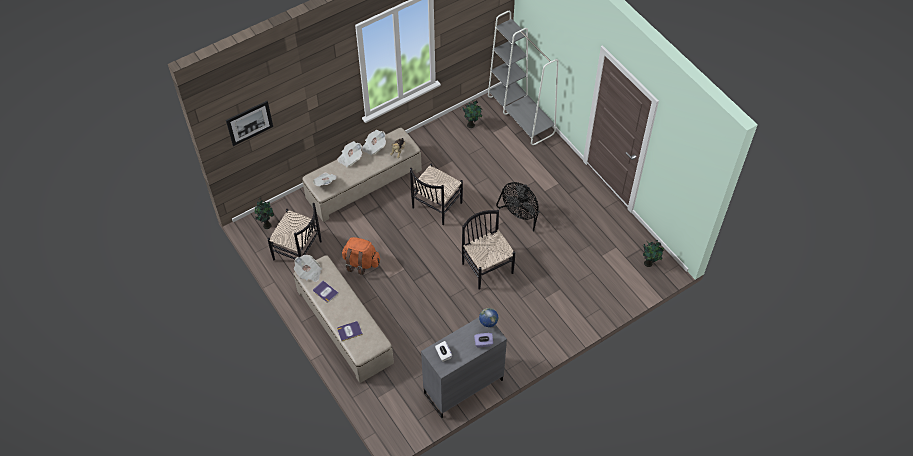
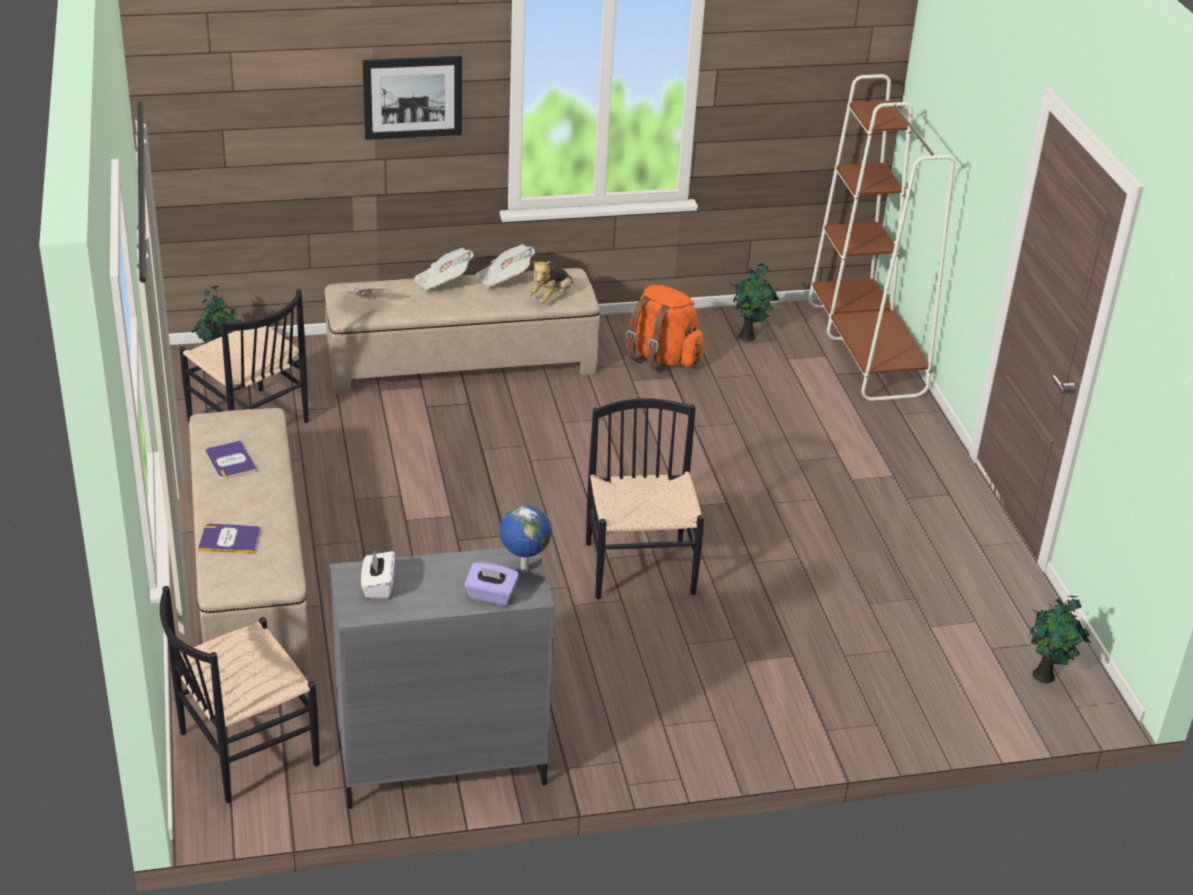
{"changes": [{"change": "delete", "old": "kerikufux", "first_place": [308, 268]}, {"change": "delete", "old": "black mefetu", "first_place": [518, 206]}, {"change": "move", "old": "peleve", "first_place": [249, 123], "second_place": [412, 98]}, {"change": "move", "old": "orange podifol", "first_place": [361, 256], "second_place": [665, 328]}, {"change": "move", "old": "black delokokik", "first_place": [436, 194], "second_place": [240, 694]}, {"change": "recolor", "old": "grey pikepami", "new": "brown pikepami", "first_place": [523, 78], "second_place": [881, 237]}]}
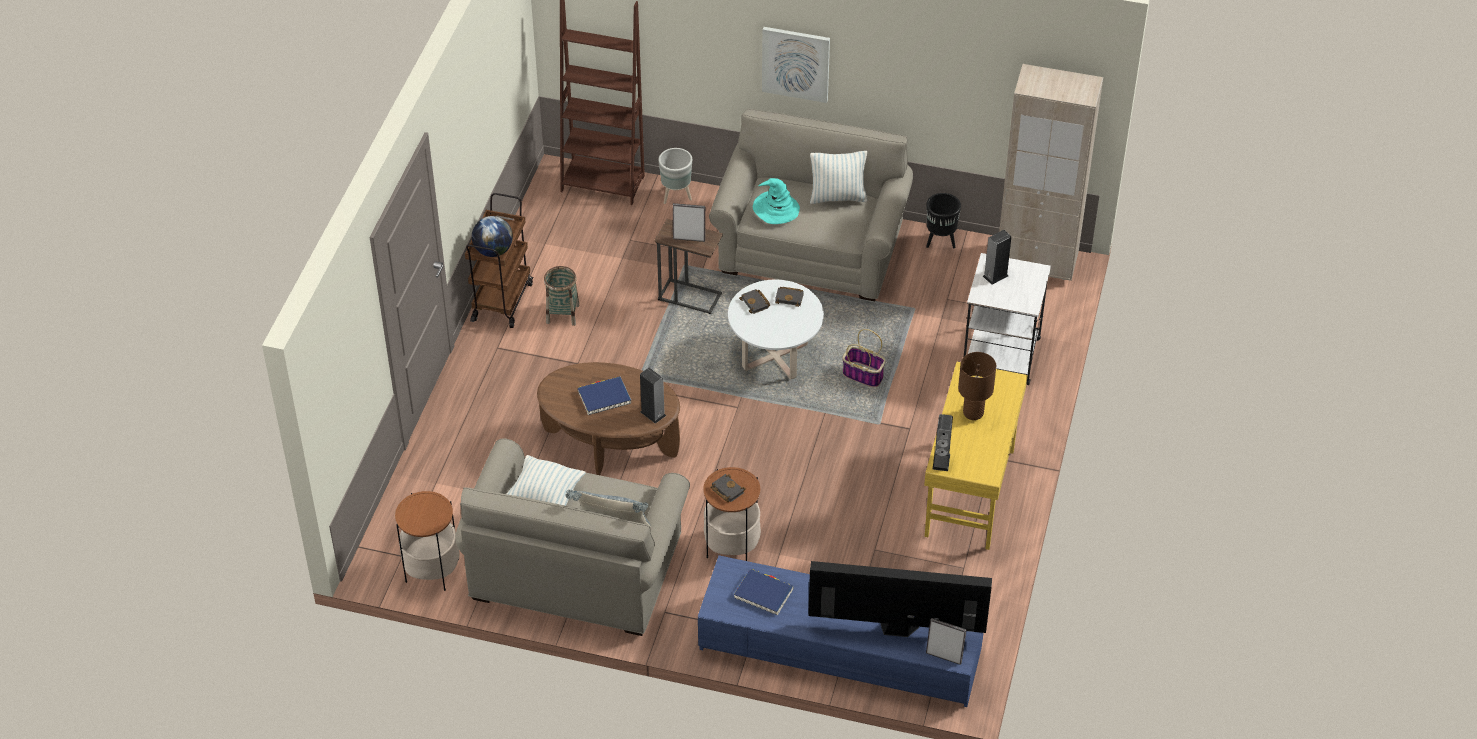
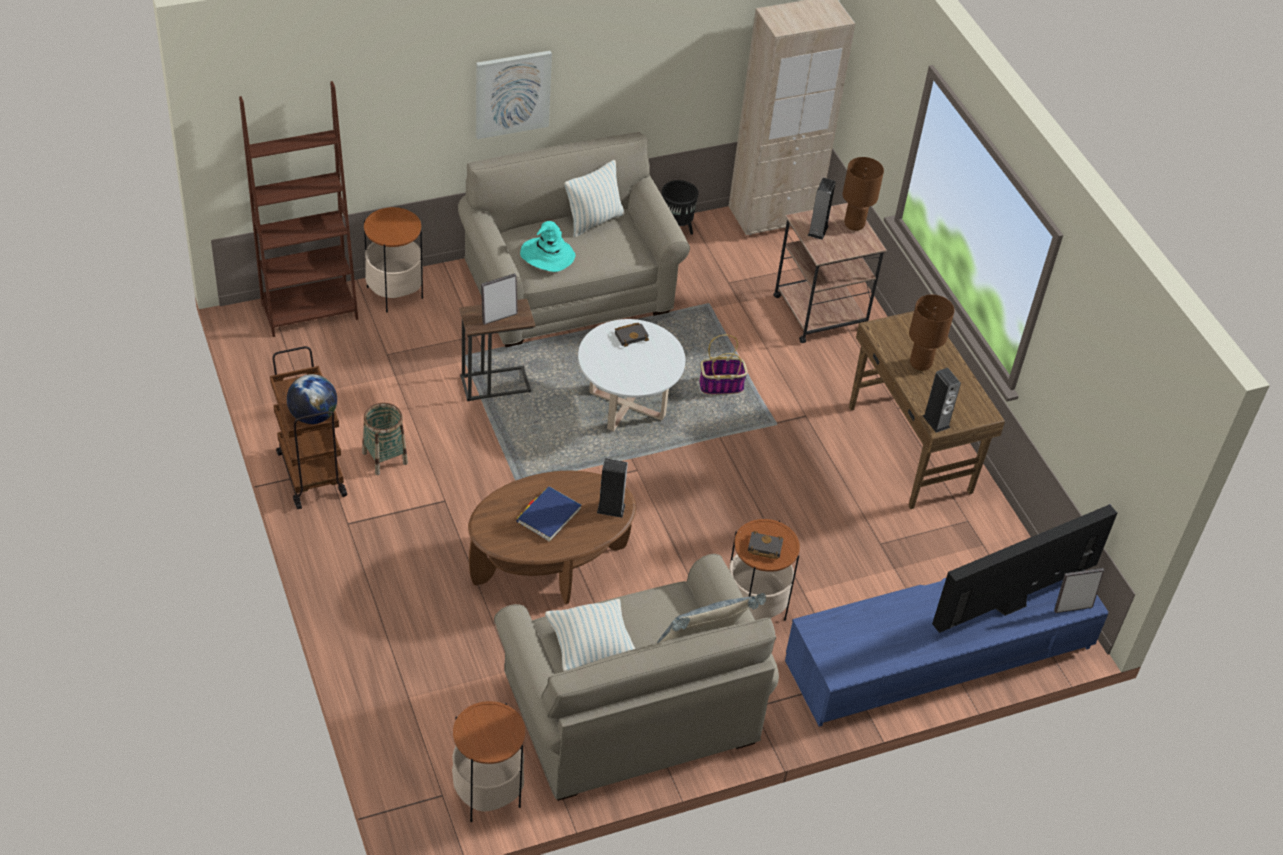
{"changes": [{"change": "delete", "old": "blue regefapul", "first_place": [764, 592]}, {"change": "delete", "old": "black regefapul", "first_place": [755, 301]}, {"change": "insert", "new": "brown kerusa", "second_place": [863, 194]}, {"change": "replace", "old": "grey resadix", "new": "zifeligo", "first_place": [675, 176], "second_place": [393, 259]}, {"change": "recolor", "old": "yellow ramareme", "new": "brown ramareme", "first_place": [976, 456], "second_place": [927, 410]}, {"change": "recolor", "old": "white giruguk", "new": "brown giruguk", "first_place": [1007, 319], "second_place": [830, 273]}]}
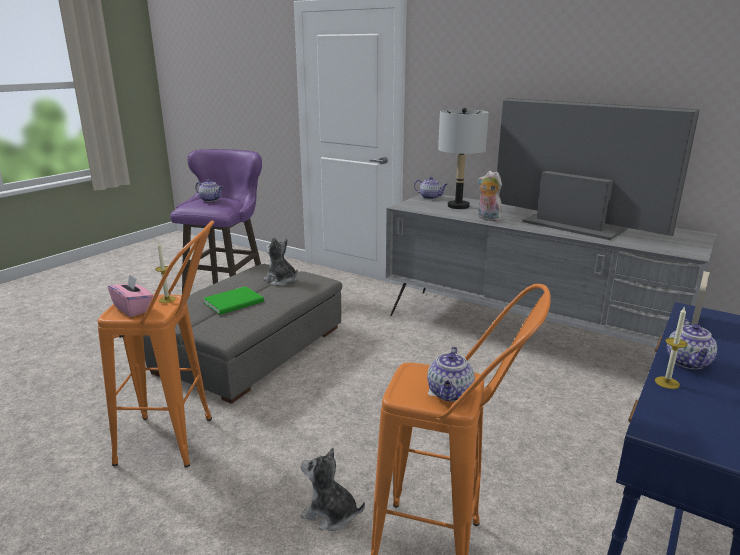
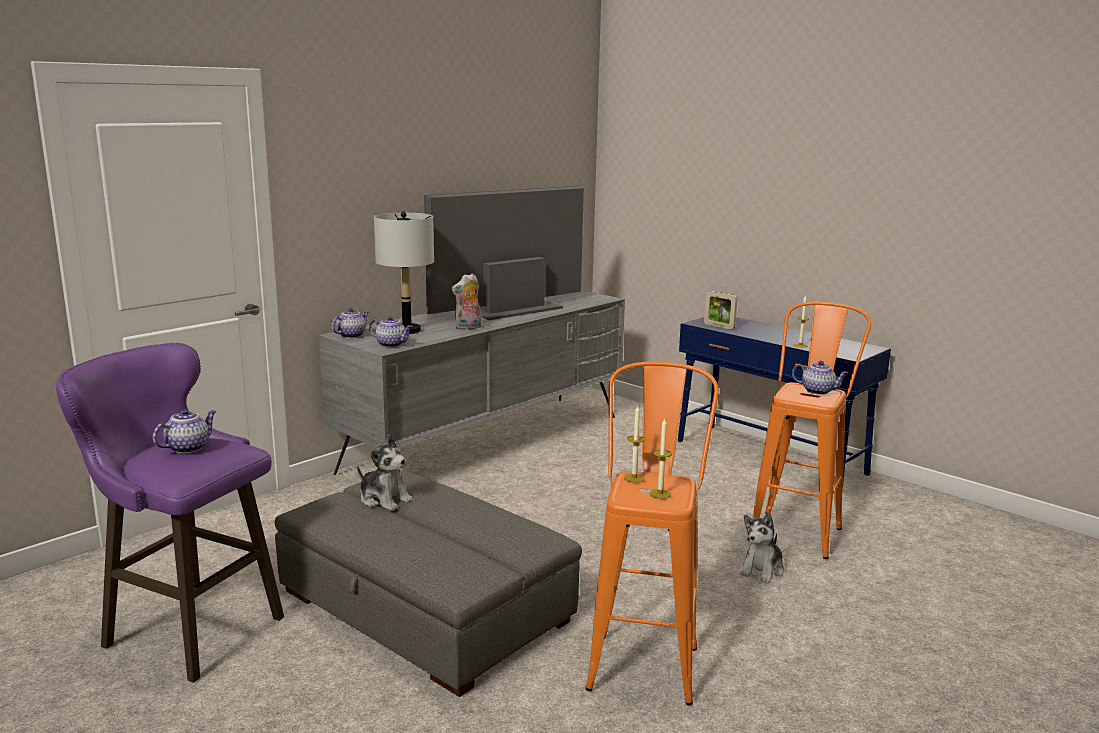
{"changes": [{"change": "delete", "old": "green regefapul", "first_place": [233, 300]}, {"change": "move", "old": "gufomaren", "first_place": [692, 344], "second_place": [390, 331]}, {"change": "replace", "old": "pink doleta", "new": "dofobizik", "first_place": [130, 295], "second_place": [660, 458]}, {"change": "rotate", "old": "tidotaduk", "first_place": [281, 261], "second_place": [385, 472], "degrees": -105}]}
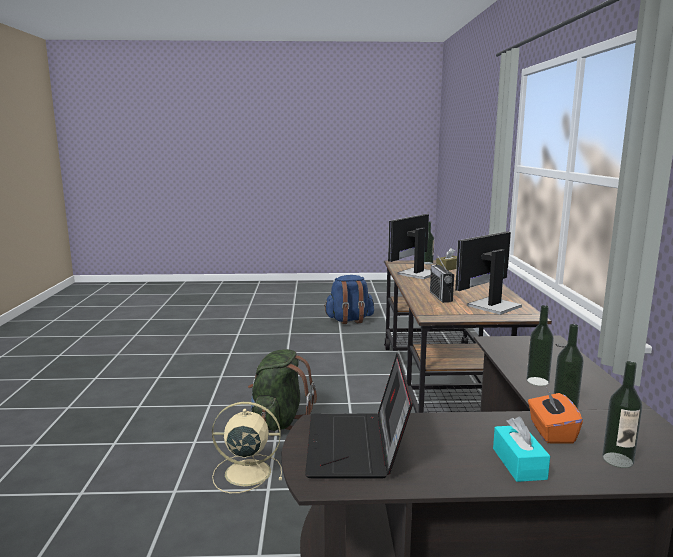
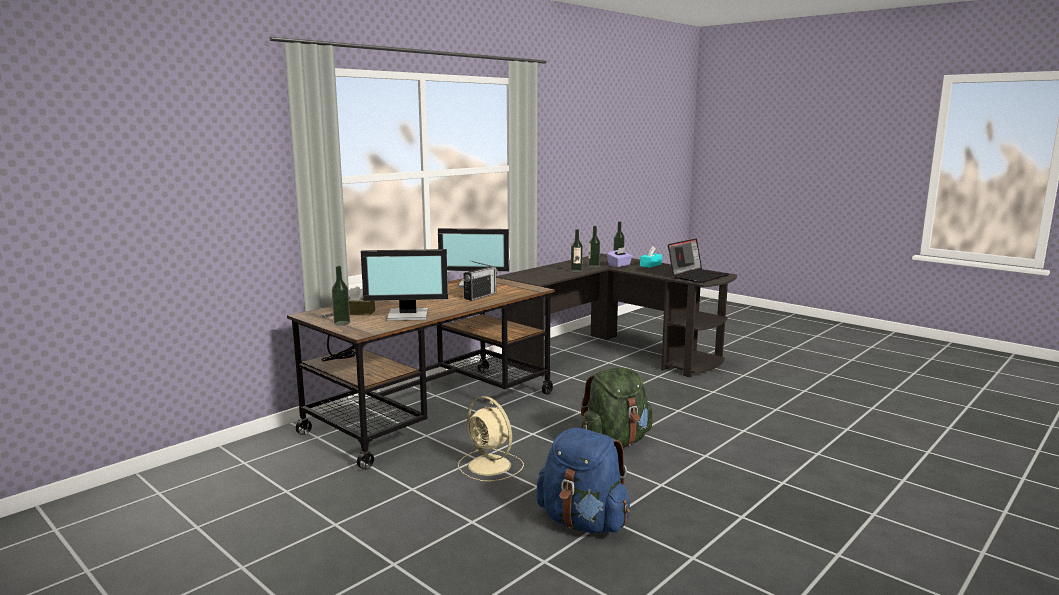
{"changes": [{"change": "move", "old": "beige mefetu", "first_place": [247, 447], "second_place": [491, 439]}, {"change": "move", "old": "blue podifol", "first_place": [349, 299], "second_place": [583, 480]}, {"change": "recolor", "old": "orange doleta", "new": "purple doleta", "first_place": [555, 415], "second_place": [620, 257]}]}
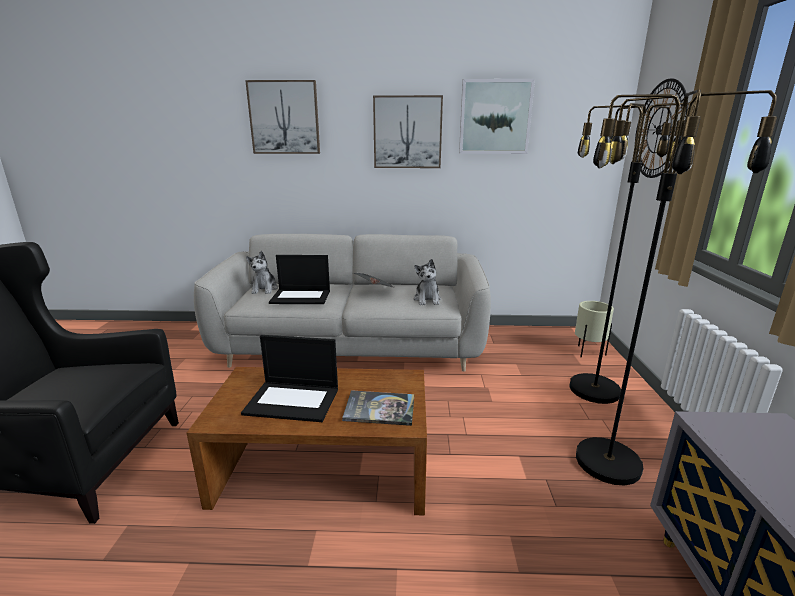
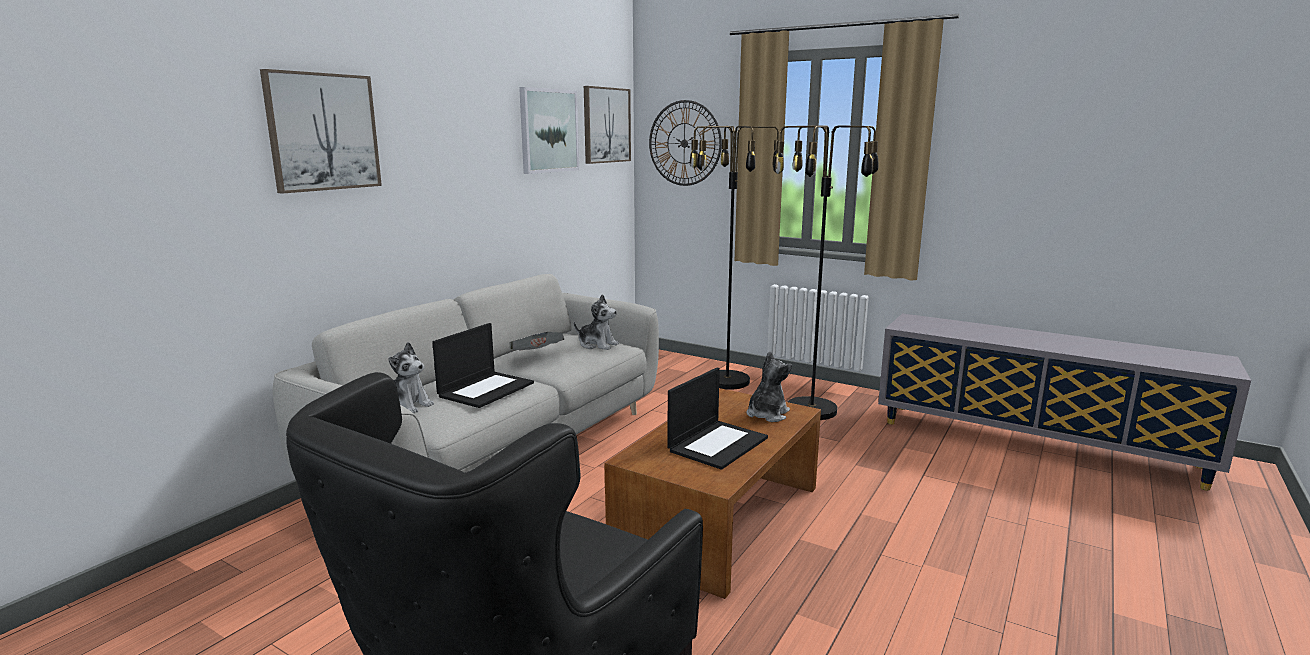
{"changes": [{"change": "delete", "old": "beige resadix", "first_place": [594, 329]}, {"change": "move", "old": "peleve", "first_place": [408, 131], "second_place": [607, 125]}, {"change": "replace", "old": "regefapul", "new": "tidotaduk", "first_place": [378, 408], "second_place": [769, 386]}]}
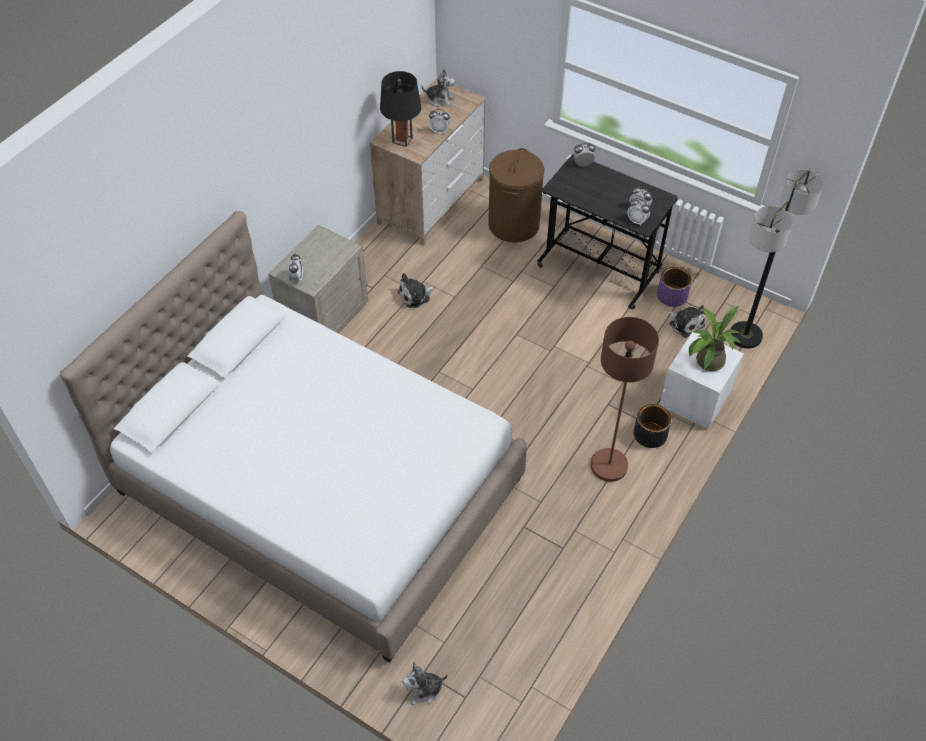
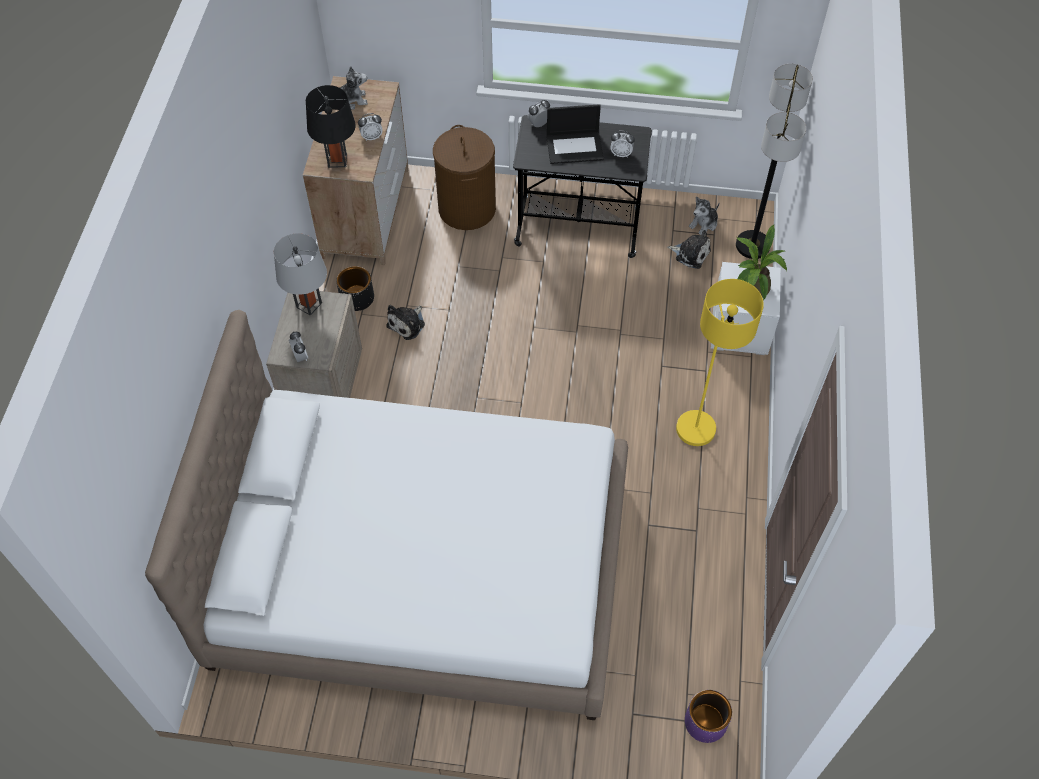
{"changes": [{"change": "delete", "old": "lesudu", "first_place": [638, 212]}, {"change": "insert", "new": "grey kerusa", "second_place": [300, 274]}, {"change": "insert", "new": "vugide", "second_place": [575, 134]}, {"change": "move", "old": "tidotaduk", "first_place": [425, 683], "second_place": [704, 216]}, {"change": "move", "old": "black resadix", "first_place": [652, 426], "second_place": [355, 288]}, {"change": "move", "old": "purple resadix", "first_place": [674, 287], "second_place": [708, 716]}, {"change": "recolor", "old": "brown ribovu", "new": "yellow ribovu", "first_place": [625, 399], "second_place": [720, 362]}]}
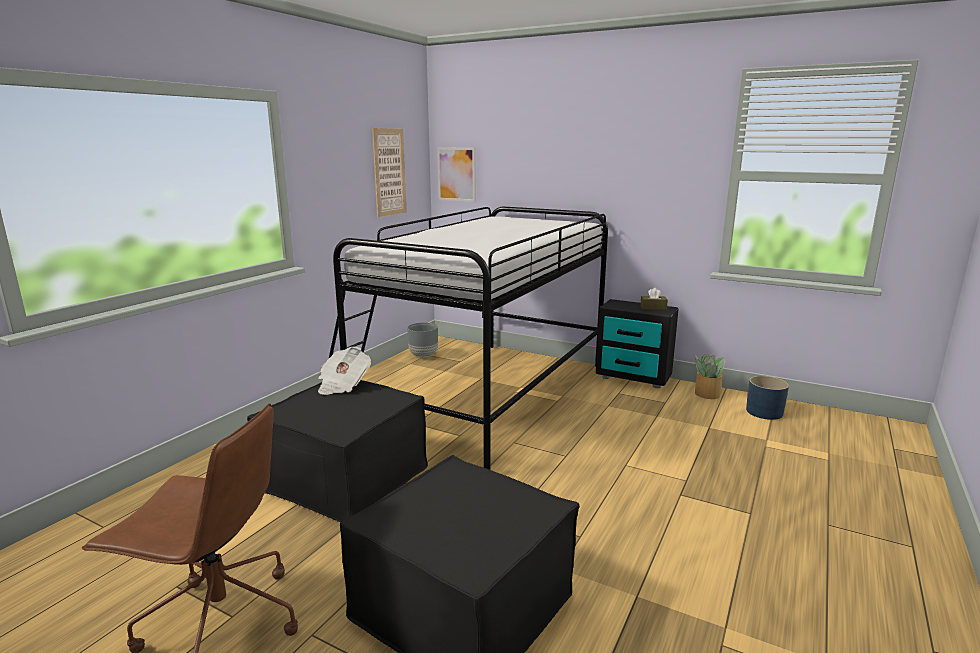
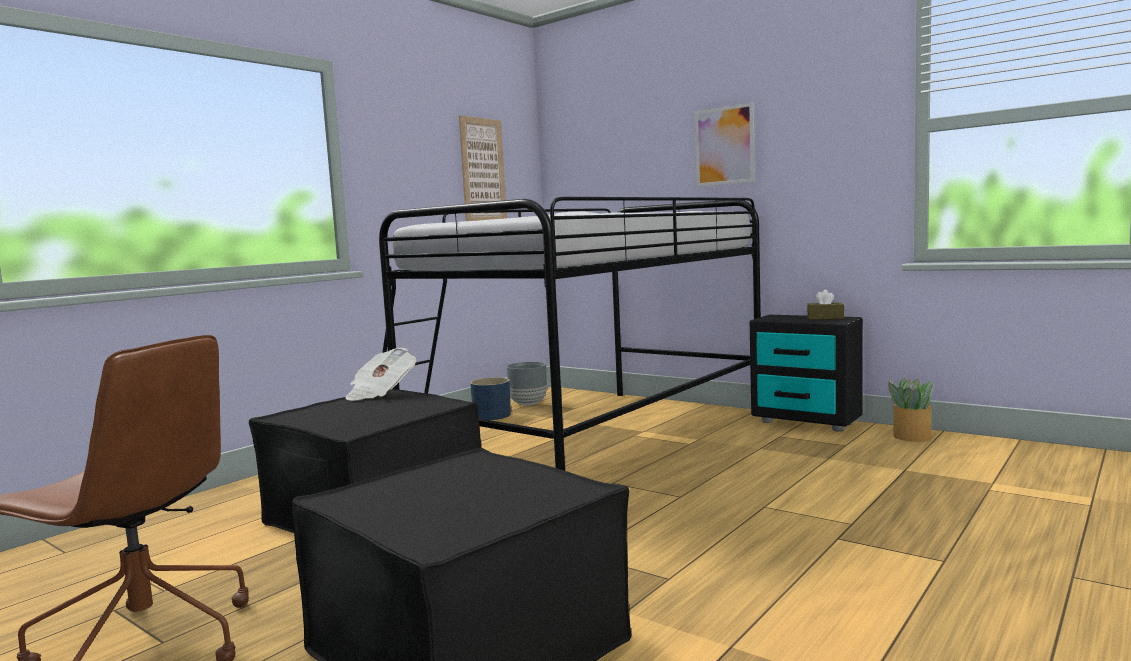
{"changes": [{"change": "move", "old": "peleve", "first_place": [456, 174], "second_place": [725, 144]}, {"change": "move", "old": "blue resadix", "first_place": [767, 398], "second_place": [490, 398]}]}
